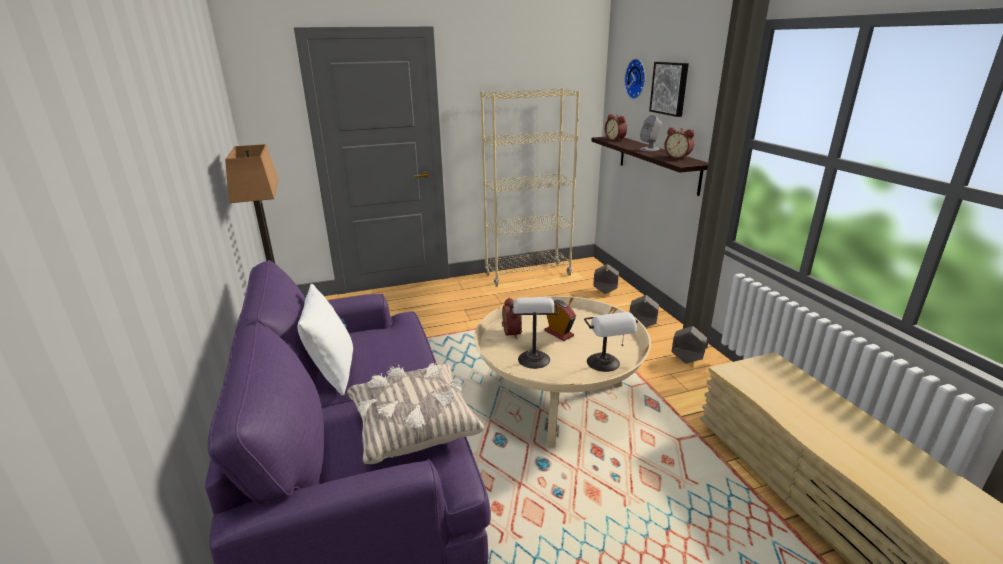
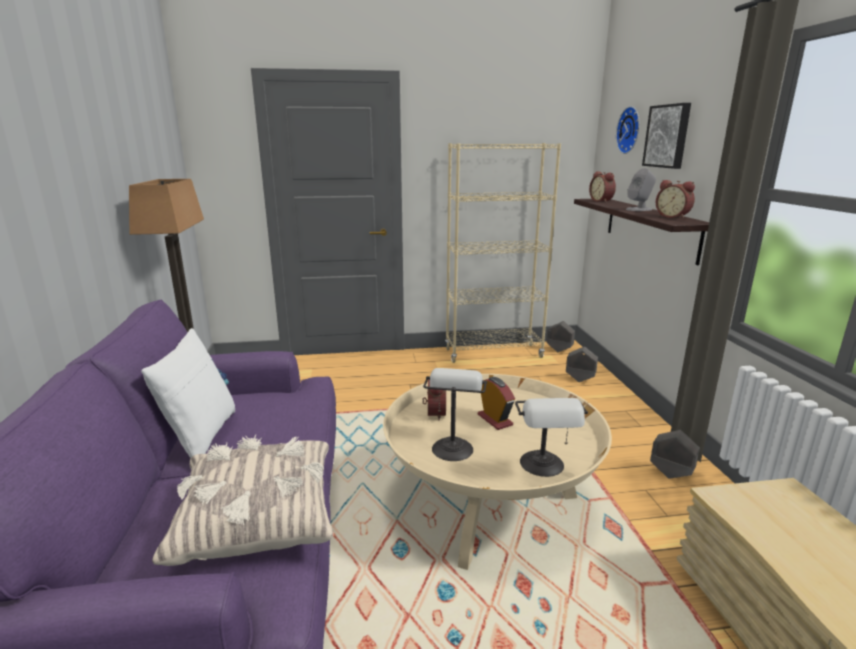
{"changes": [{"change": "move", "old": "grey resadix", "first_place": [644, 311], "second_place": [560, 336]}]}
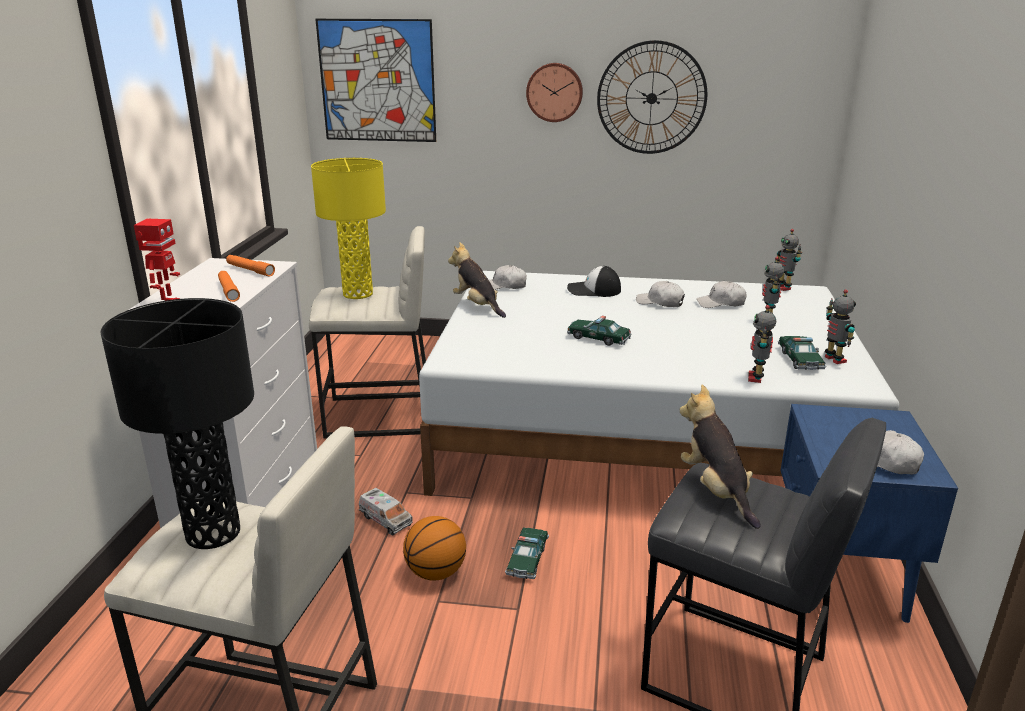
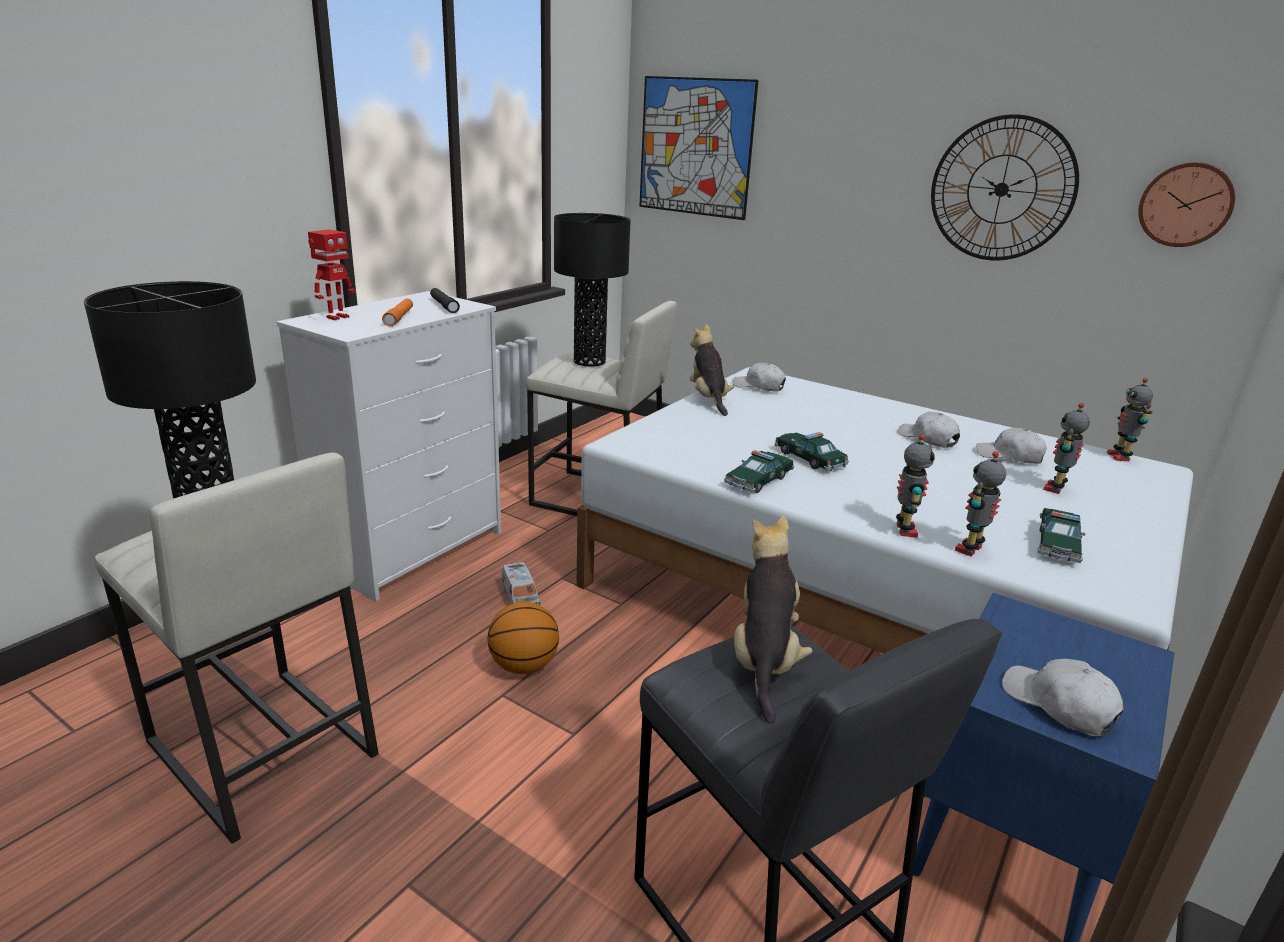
{"changes": [{"change": "delete", "old": "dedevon", "first_place": [594, 281]}, {"change": "move", "old": "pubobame", "first_place": [527, 553], "second_place": [759, 471]}, {"change": "move", "old": "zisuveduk", "first_place": [554, 92], "second_place": [1186, 204]}, {"change": "move", "old": "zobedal", "first_place": [840, 326], "second_place": [915, 485]}, {"change": "recolor", "old": "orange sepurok", "new": "black sepurok", "first_place": [250, 266], "second_place": [445, 300]}, {"change": "recolor", "old": "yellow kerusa", "new": "black kerusa", "first_place": [348, 228], "second_place": [592, 290]}]}
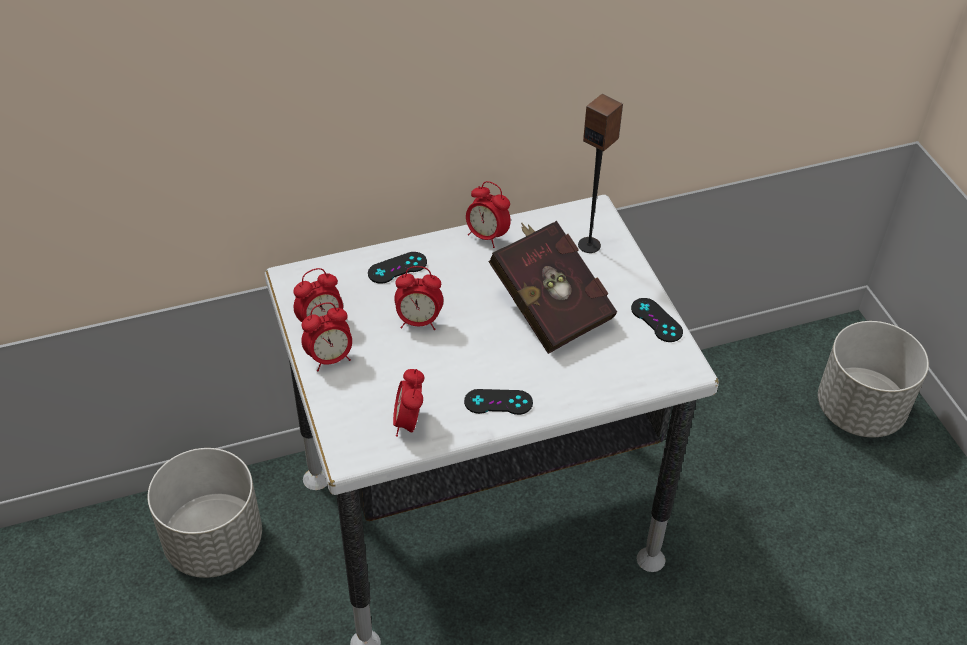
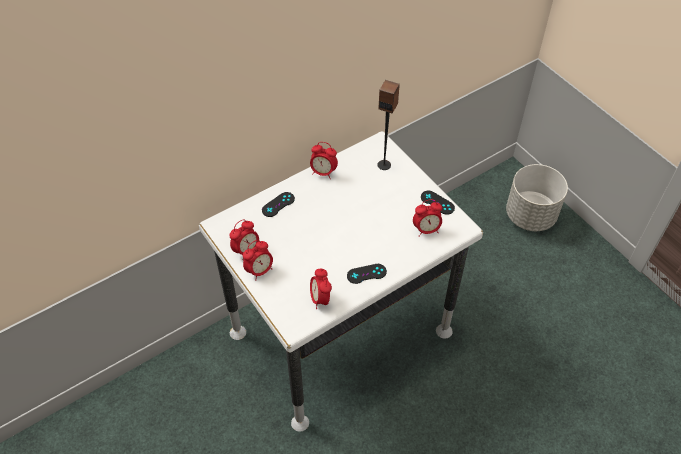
{"changes": [{"change": "delete", "old": "grey resadix", "first_place": [205, 513]}, {"change": "delete", "old": "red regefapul", "first_place": [553, 287]}, {"change": "move", "old": "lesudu", "first_place": [418, 298], "second_place": [427, 218]}]}
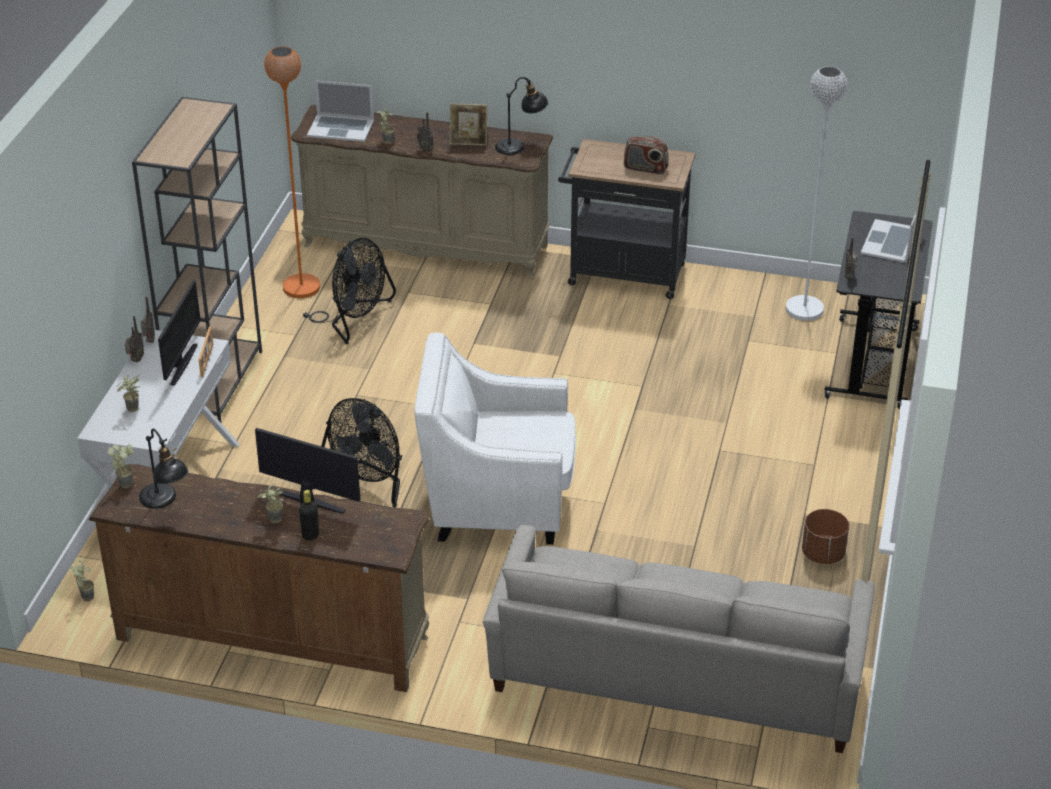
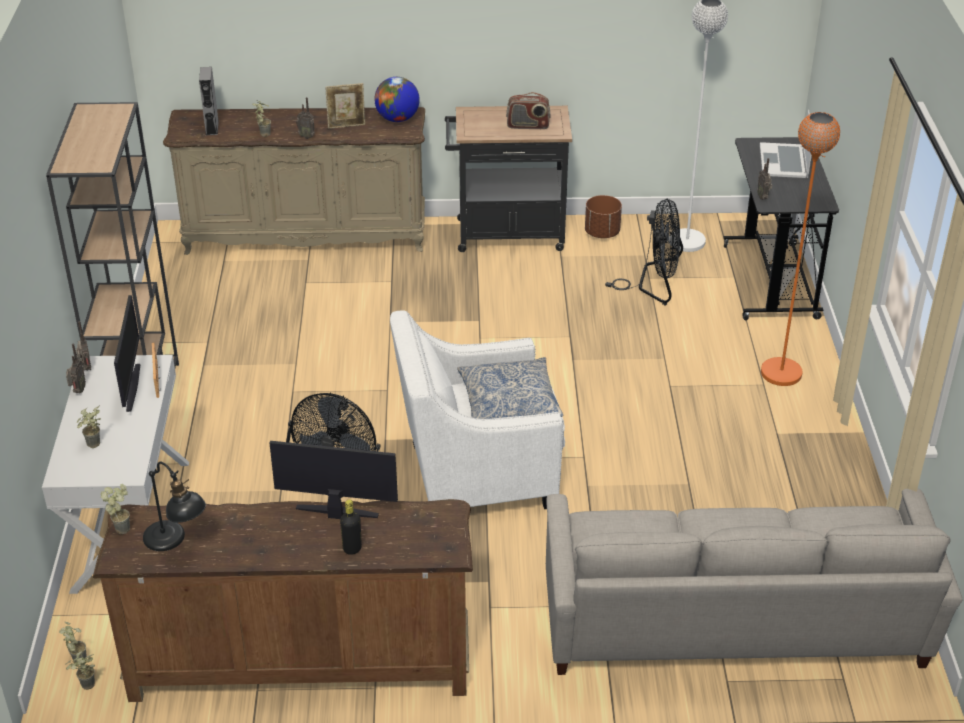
{"changes": [{"change": "insert", "new": "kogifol", "second_place": [510, 388]}, {"change": "move", "old": "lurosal", "first_place": [270, 503], "second_place": [80, 670]}, {"change": "move", "old": "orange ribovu", "first_place": [292, 172], "second_place": [800, 249]}, {"change": "move", "old": "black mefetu", "first_place": [349, 291], "second_place": [643, 252]}, {"change": "move", "old": "brown resadix", "first_place": [825, 536], "second_place": [603, 216]}, {"change": "replace", "old": "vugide", "new": "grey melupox", "first_place": [340, 111], "second_place": [209, 101]}, {"change": "replace", "old": "black kerusa", "new": "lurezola", "first_place": [521, 116], "second_place": [397, 99]}]}
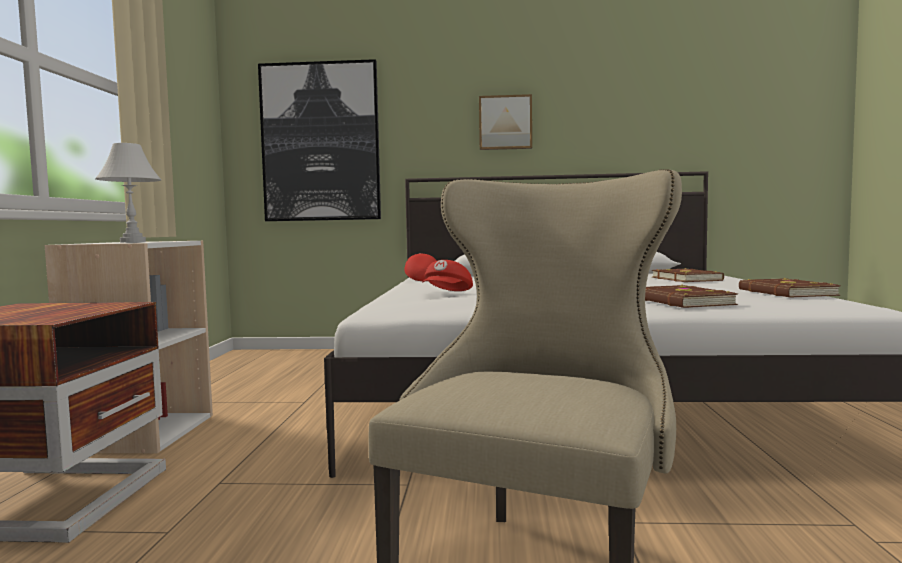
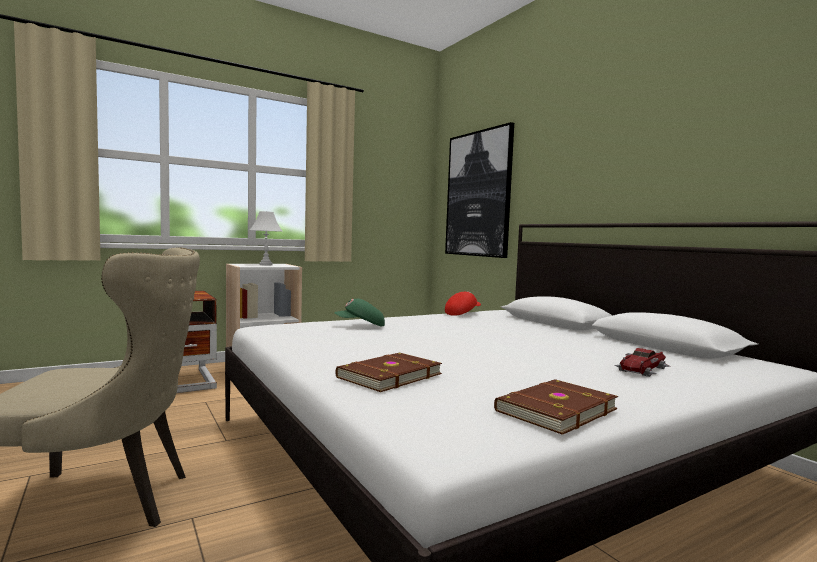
{"changes": [{"change": "delete", "old": "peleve", "first_place": [505, 122]}, {"change": "replace", "old": "brown regefapul", "new": "pubobame", "first_place": [688, 275], "second_place": [642, 362]}, {"change": "recolor", "old": "red dedevon", "new": "green dedevon", "first_place": [447, 275], "second_place": [359, 312]}]}
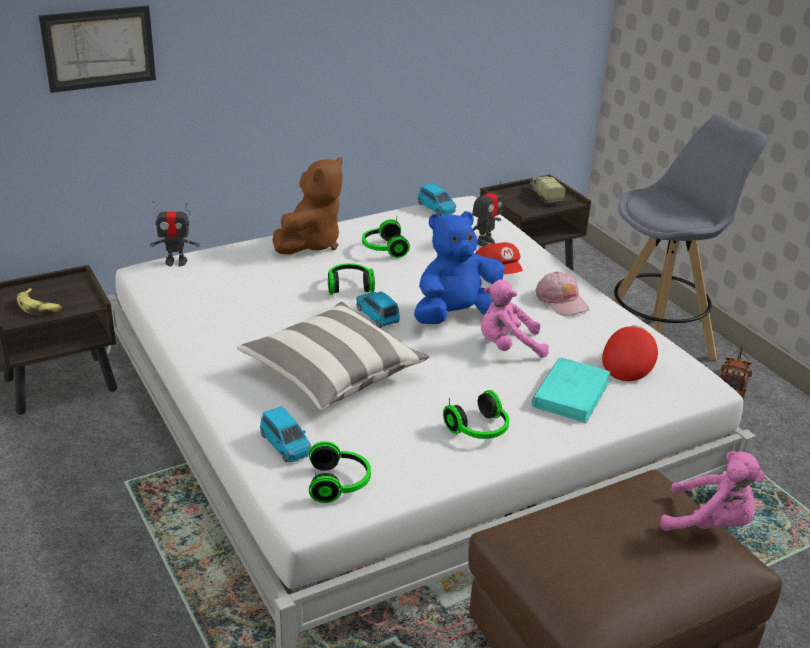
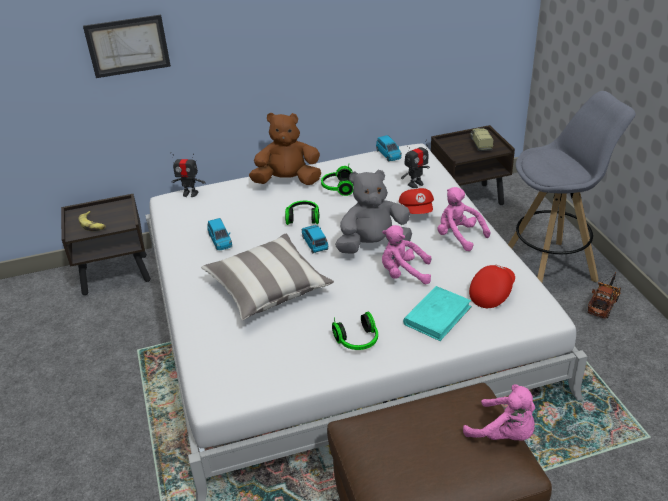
{"changes": [{"change": "delete", "old": "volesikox", "first_place": [340, 472]}, {"change": "move", "old": "blue pubobame", "first_place": [285, 434], "second_place": [219, 234]}, {"change": "replace", "old": "pink dedevon", "new": "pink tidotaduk", "first_place": [562, 294], "second_place": [464, 219]}, {"change": "recolor", "old": "blue tidotaduk", "new": "grey tidotaduk", "first_place": [459, 267], "second_place": [373, 212]}, {"change": "rotate", "old": "brown tidotaduk", "first_place": [307, 206], "second_place": [285, 149], "degrees": -135}]}
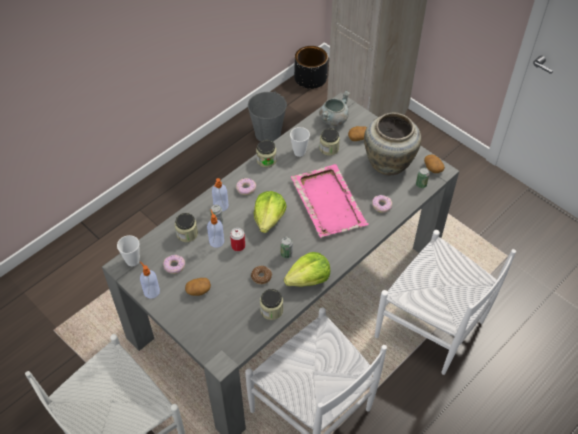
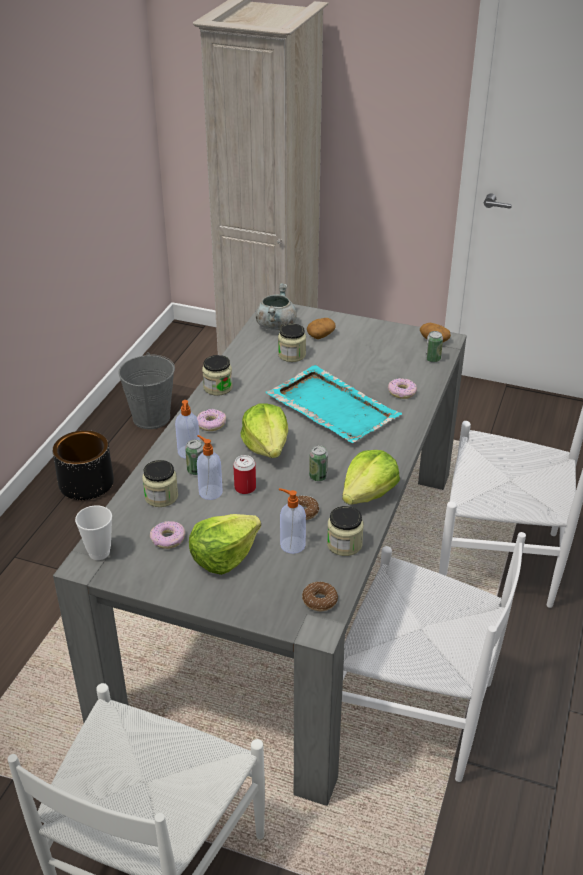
{"changes": [{"change": "delete", "old": "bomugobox", "first_place": [300, 142]}, {"change": "delete", "old": "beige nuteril", "first_place": [392, 144]}, {"change": "insert", "new": "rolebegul", "second_place": [320, 596]}, {"change": "move", "old": "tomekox", "first_place": [150, 280], "second_place": [292, 521]}, {"change": "move", "old": "black resadix", "first_place": [311, 67], "second_place": [83, 465]}, {"change": "replace", "old": "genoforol", "new": "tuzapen", "first_place": [198, 287], "second_place": [225, 544]}, {"change": "recolor", "old": "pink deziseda", "new": "turquoise deziseda", "first_place": [330, 200], "second_place": [333, 404]}]}
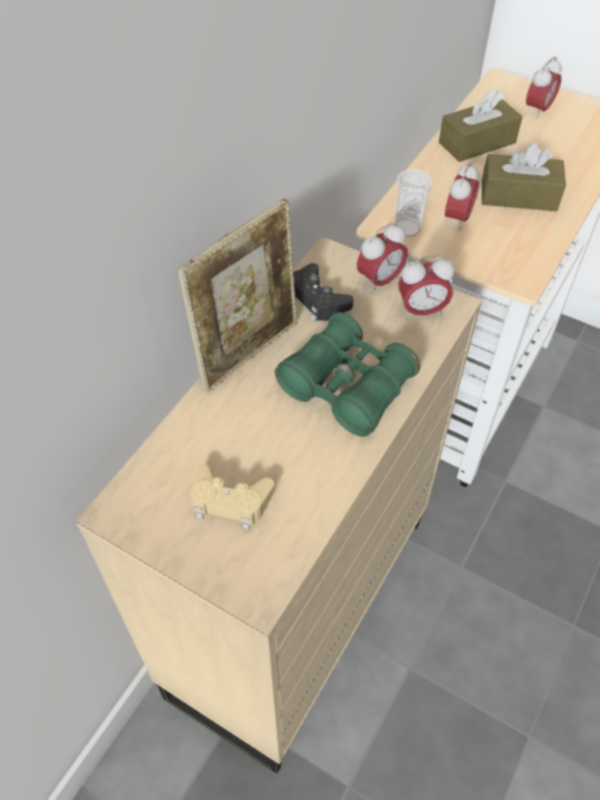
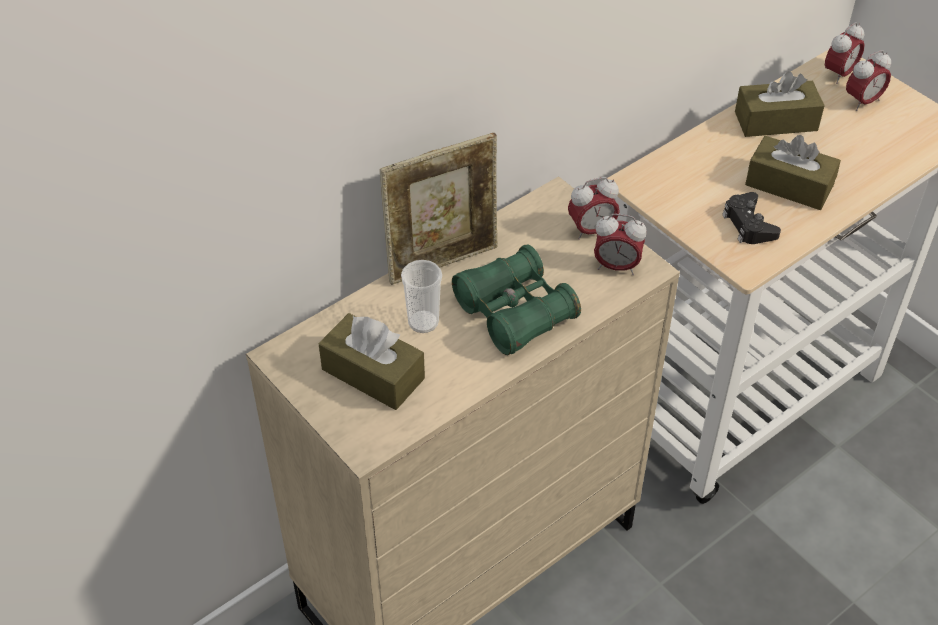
{"changes": [{"change": "move", "old": "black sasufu", "first_place": [323, 292], "second_place": [751, 218]}, {"change": "move", "old": "bomugobox", "first_place": [414, 203], "second_place": [421, 296]}, {"change": "move", "old": "lesudu", "first_place": [462, 196], "second_place": [845, 53]}, {"change": "replace", "old": "beige sasufu", "new": "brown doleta", "first_place": [232, 496], "second_place": [371, 361]}]}
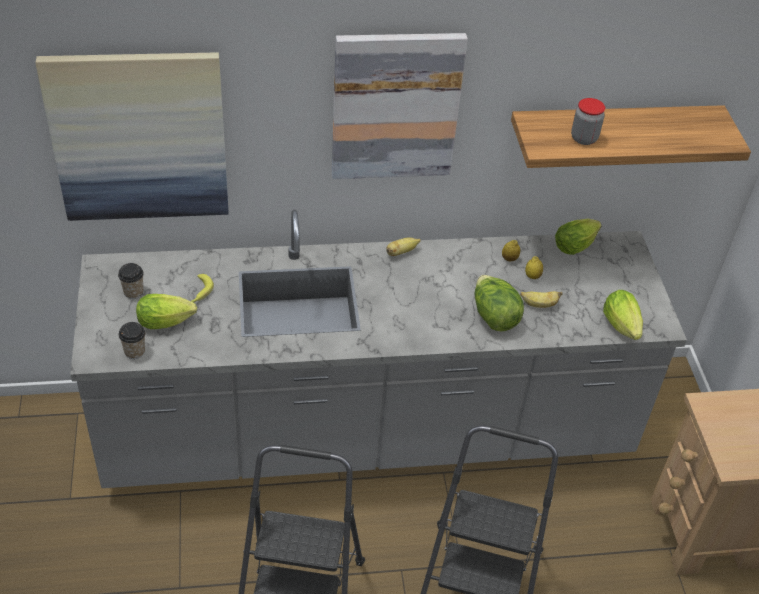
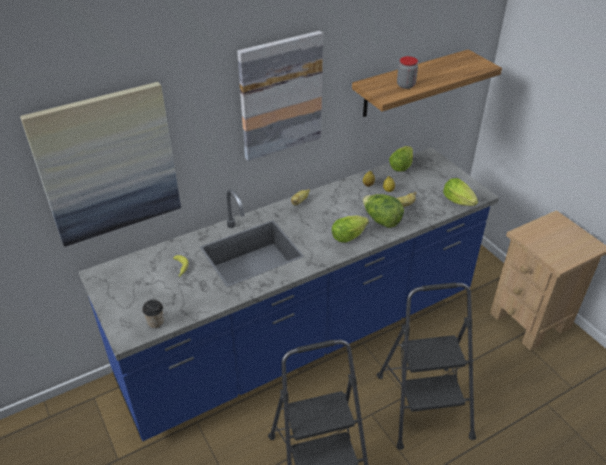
{"changes": [{"change": "delete", "old": "bomugobox", "first_place": [131, 281]}, {"change": "move", "old": "tuzapen", "first_place": [166, 311], "second_place": [350, 229]}, {"change": "recolor", "old": "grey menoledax", "new": "blue menoledax", "first_place": [378, 349], "second_place": [289, 294]}]}
